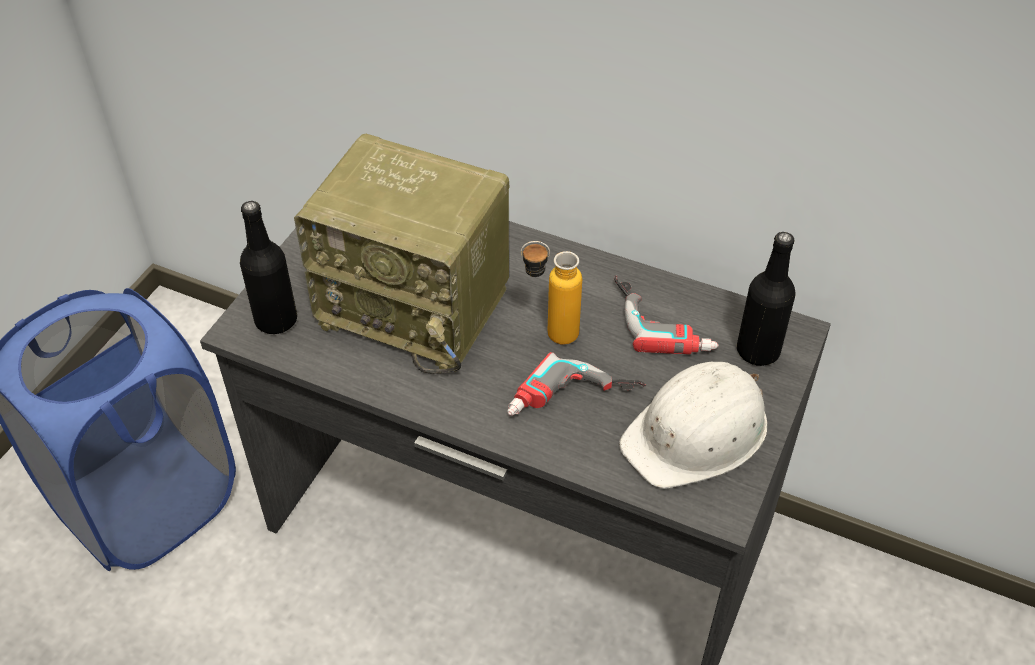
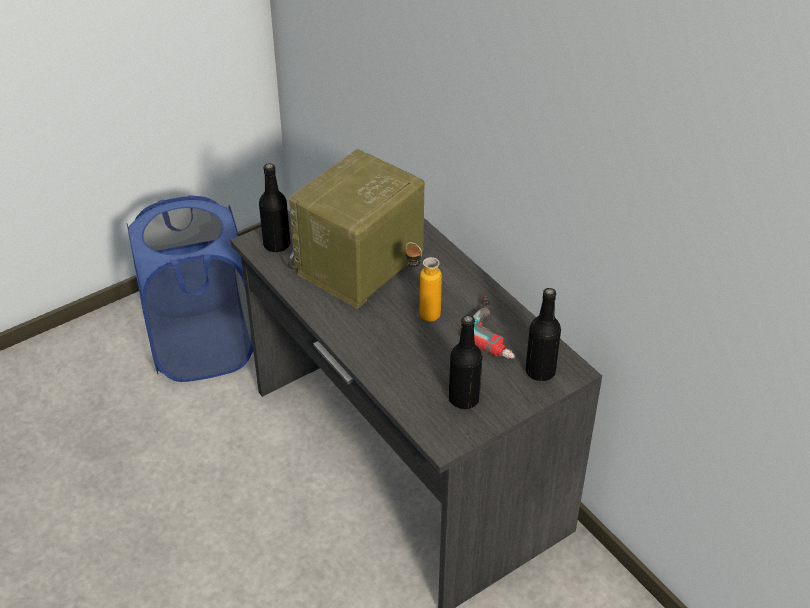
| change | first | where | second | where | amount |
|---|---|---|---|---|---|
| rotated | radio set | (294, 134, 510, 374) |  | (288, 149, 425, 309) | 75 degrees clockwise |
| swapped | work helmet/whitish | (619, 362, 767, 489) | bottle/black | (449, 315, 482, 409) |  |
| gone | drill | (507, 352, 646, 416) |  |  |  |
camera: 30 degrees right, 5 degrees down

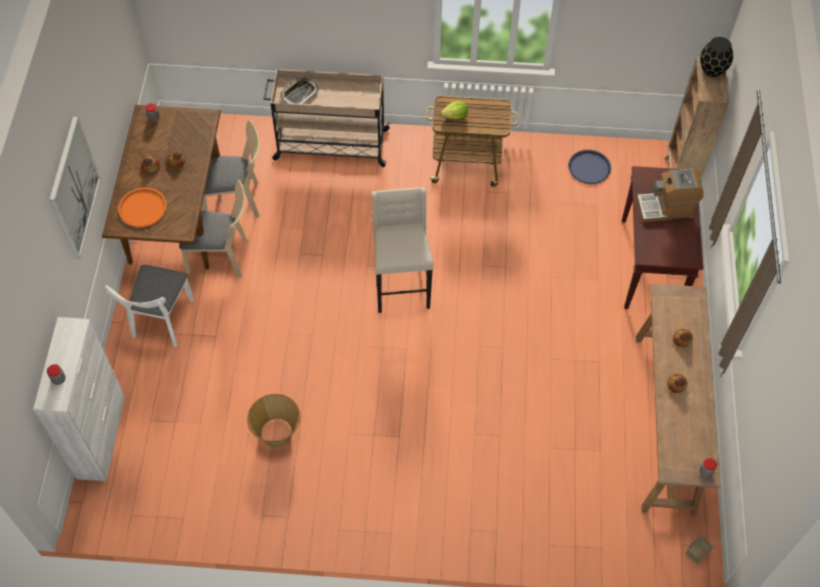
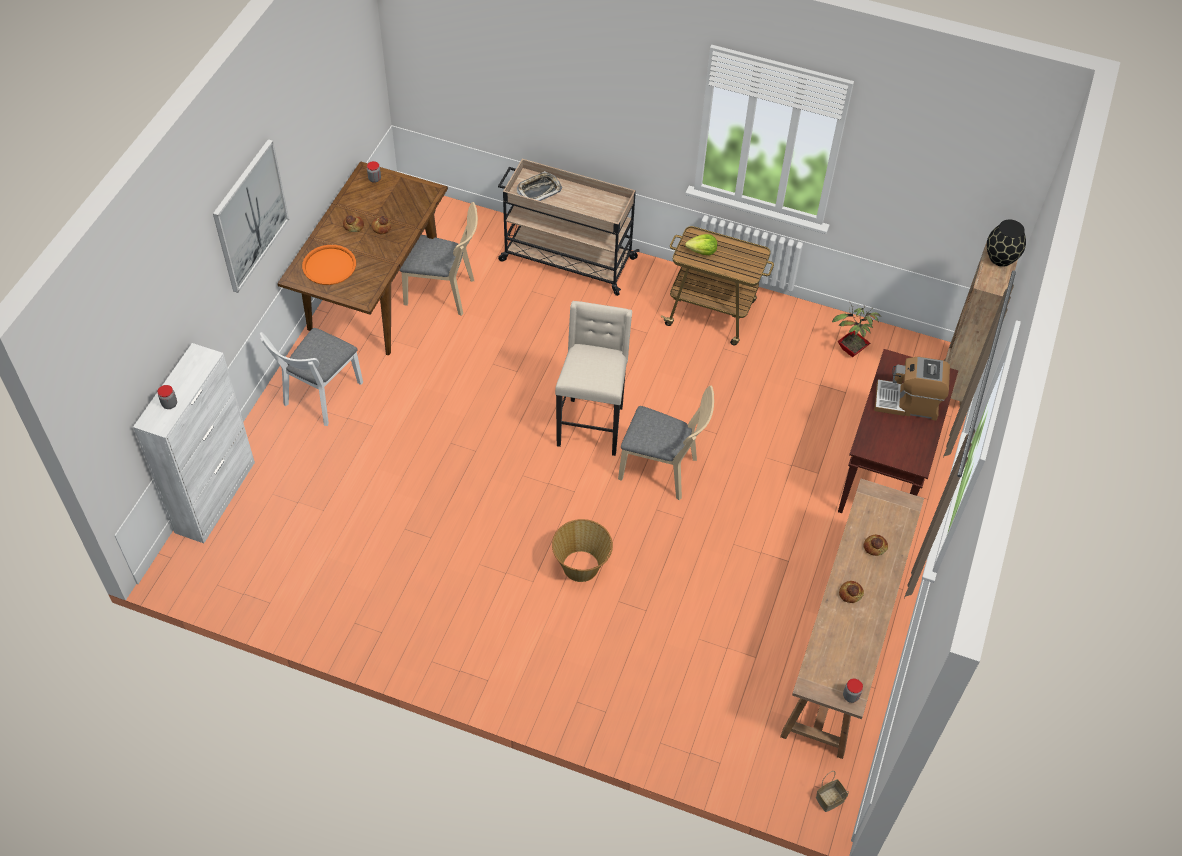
| change | first | where | second | where | amount |
|---|---|---|---|---|---|
| shifted | household basket | (247, 394, 301, 447) |  | (552, 519, 613, 582) |  |
| shifted | chair/beige | (179, 180, 248, 278) |  | (618, 386, 714, 500) |  |
| swapped | carrying tray/blue-coloured | (568, 150, 611, 184) | potted plant | (832, 303, 881, 357) |  |
camera: 15 degrees right, 5 degrees down

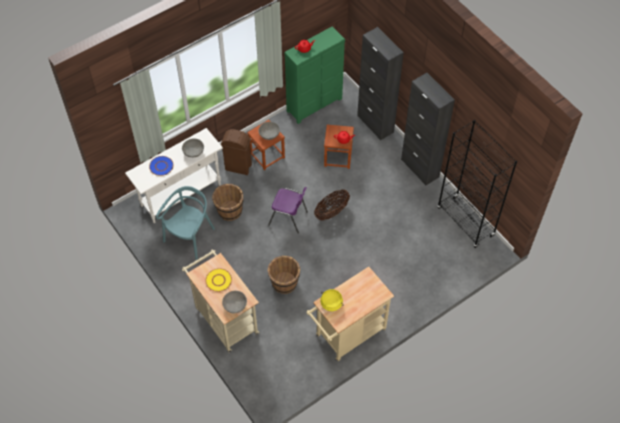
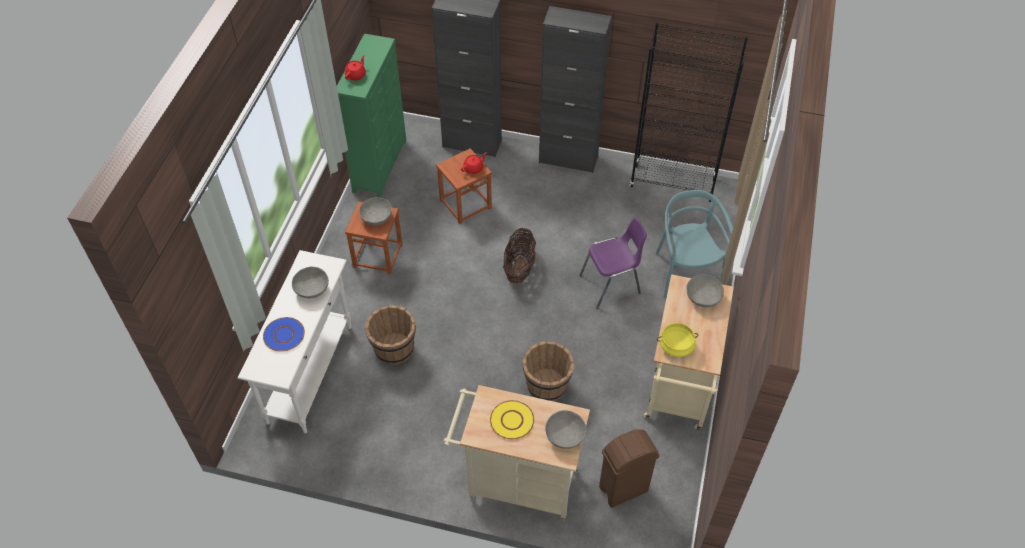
| change | first | where | second | where | amount |
|---|---|---|---|---|---|
| shifted | chair/purple | (268, 187, 308, 234) |  | (579, 217, 647, 309) |  |
| shifted | rubbish bin/brownish | (221, 129, 252, 175) |  | (599, 429, 660, 508) |  |
| shifted | chair/turquoise | (156, 186, 215, 260) |  | (656, 190, 733, 299) |  |
| new |  |  | deep dish/greyish | (686, 275, 724, 307) |  |
camera: 40 degrees left, 5 degrees down

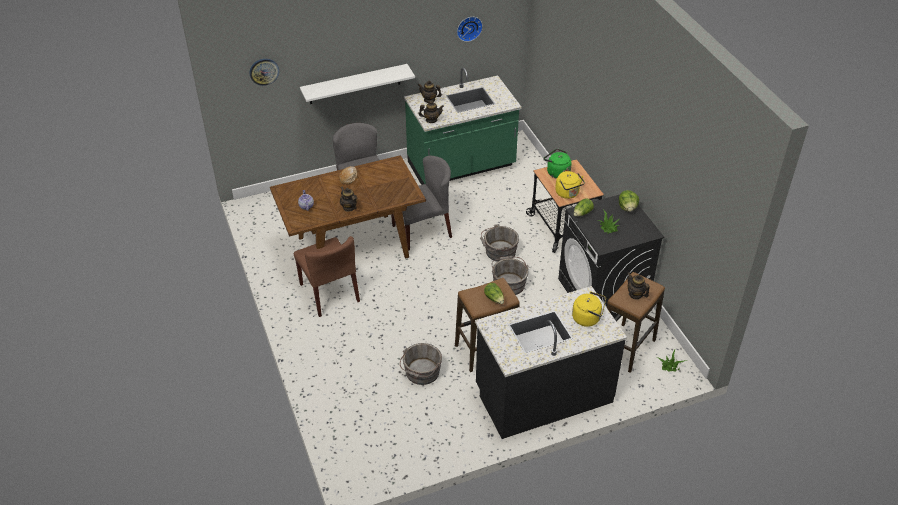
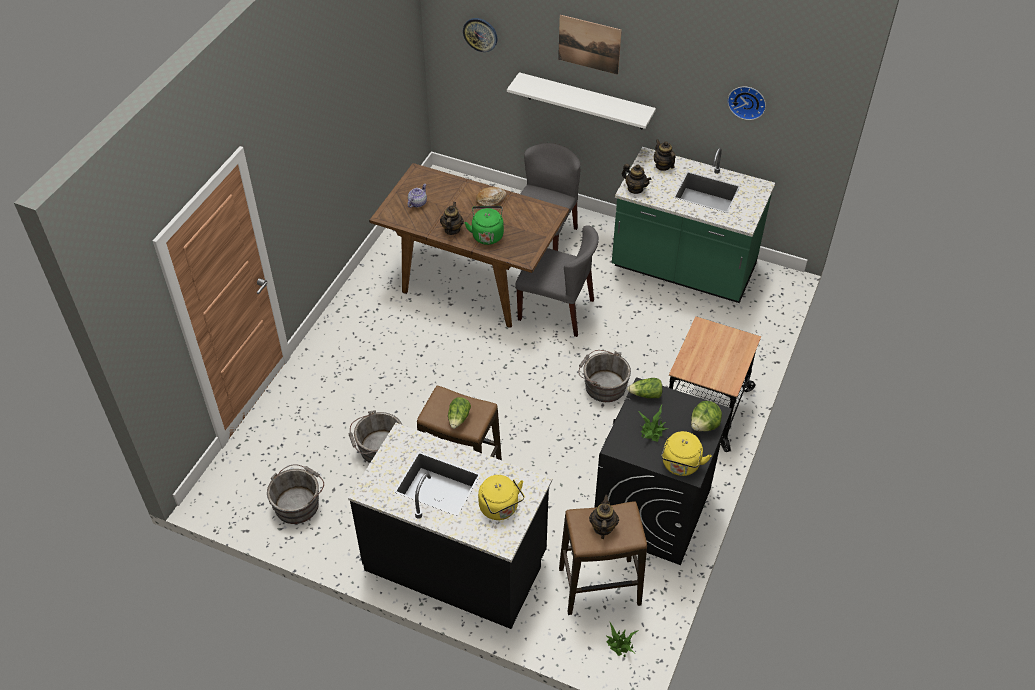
| change | first | where | second | where | amount |
|---|---|---|---|---|---|
| shifted | water bucket/greyish | (492, 256, 529, 295) |  | (267, 464, 324, 524) |  |
| shifted | water kettle/green-coloured | (543, 149, 572, 179) |  | (465, 206, 504, 245) |  |
| new |  |  | wall art | (558, 15, 622, 75) |  |
| shifted | water kettle/yellow-coloured | (555, 171, 585, 199) |  | (661, 431, 712, 476) |  |
| gone | chair/brownish | (294, 236, 360, 317) |  |  |  |
camera: 45 degrees right, 5 degrees up

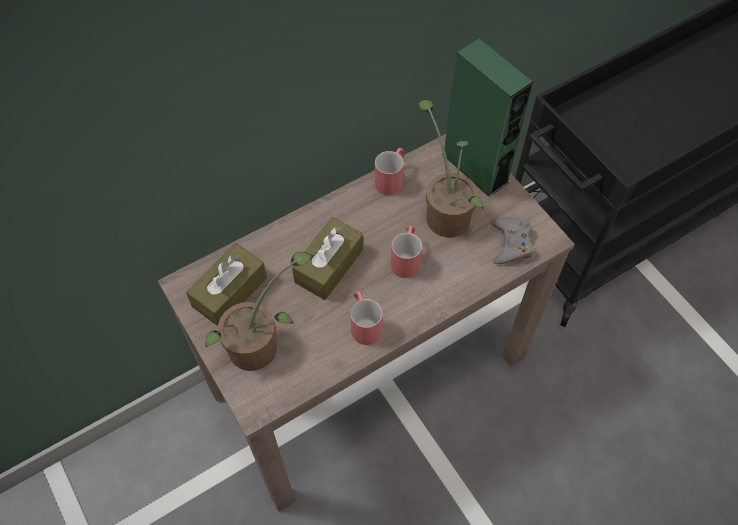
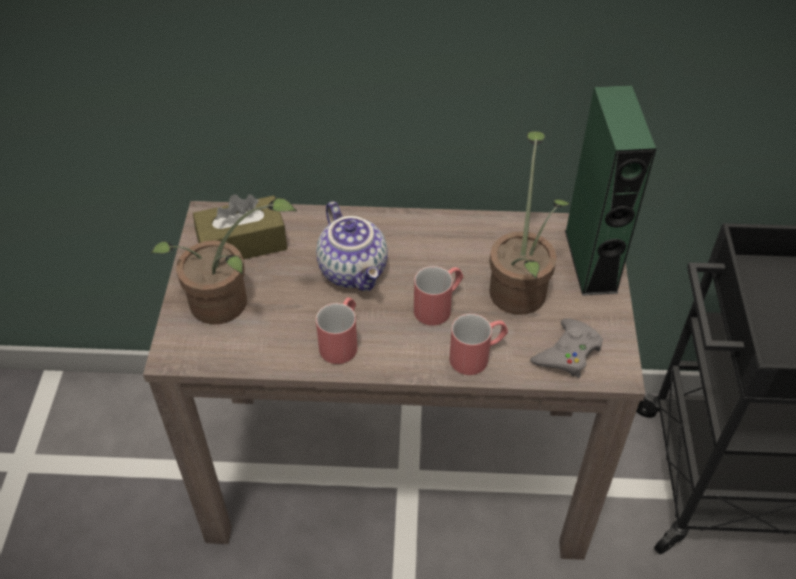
| change | first | where | second | where | amount |
|---|---|---|---|---|---|
| swapped | tissue holder/brownish | (292, 217, 363, 300) | tea pot | (316, 201, 388, 291) |  |
| shifted | tea mug/reddish | (375, 148, 405, 195) |  | (449, 314, 508, 375) |  |
camera: 35 degrees right, 10 degrees down

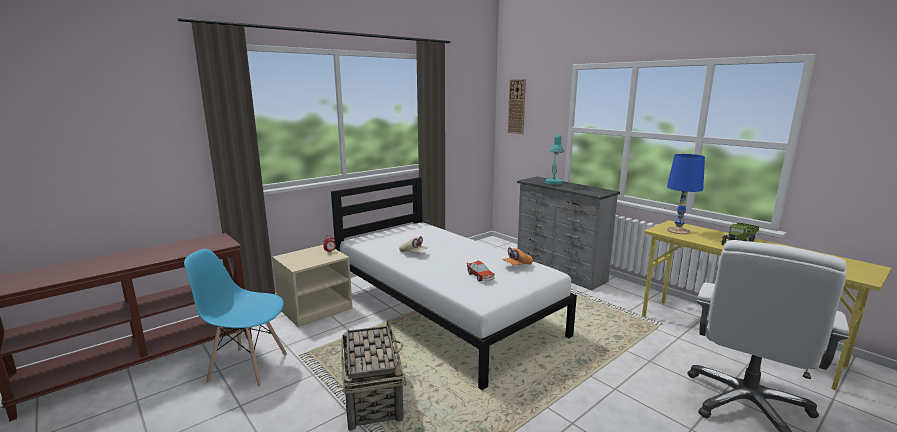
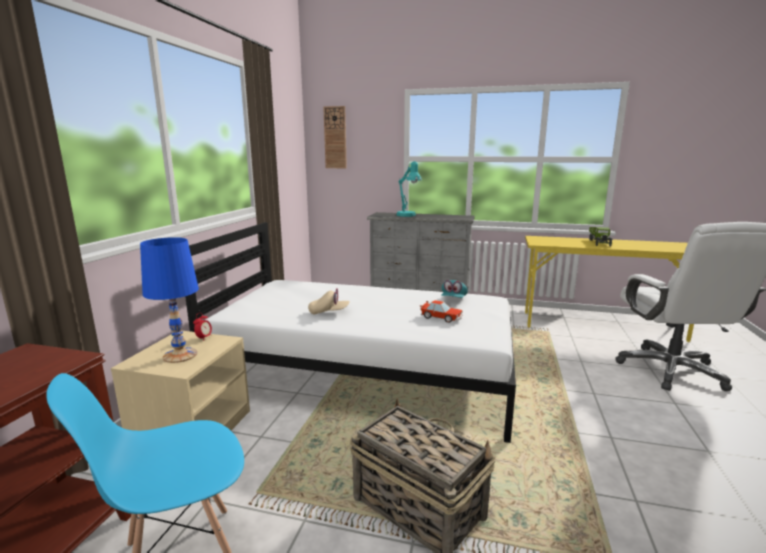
| change | first | where | second | where | amount |
|---|---|---|---|---|---|
| shifted | table lamp/blue-coloured | (667, 154, 705, 234) |  | (140, 237, 199, 363) |  |
| repainted | baseball cap/orangey | (502, 247, 533, 265) | baseball cap/turquoise | (441, 280, 468, 298) |  |
camera: 35 degrees left, 0 degrees up

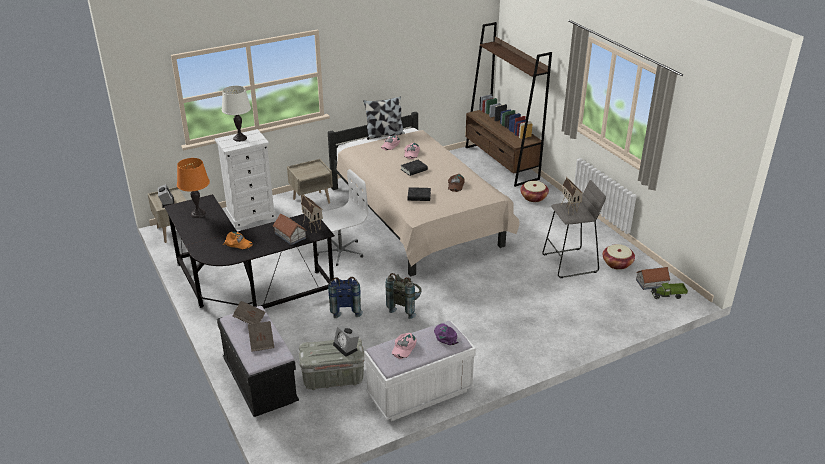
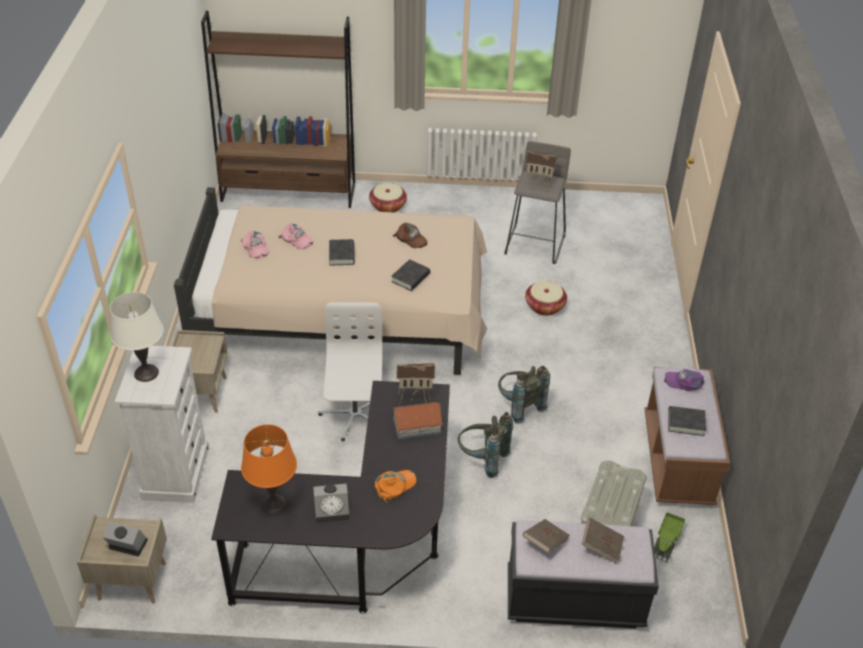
| change | first | where | second | where | amount |
|---|---|---|---|---|---|
| shifted | alarm clock | (333, 325, 359, 357) |  | (313, 484, 349, 523) |  |
| repainted | rucksack/blue-coloured | (328, 277, 363, 318) | rucksack/greyish | (457, 412, 513, 478) |  |
| shifted | household basket | (603, 244, 635, 270) |  | (525, 281, 567, 316) |  |
| repainted | indoor bench/whitish | (364, 321, 476, 421) | indoor bench/brownish | (645, 367, 730, 505) |  |
| shifted | toy truck | (651, 283, 688, 299) |  | (654, 512, 685, 562) |  |
| swapped | baseball cap/pink-coloured | (392, 333, 417, 359) | volume/black | (668, 406, 706, 436) |  |
| gone | cushion | (363, 96, 405, 140) |  |  |  |
| gone | model house | (636, 267, 671, 290) |  |  |  |
camera: 60 degrees left, 10 degrees up

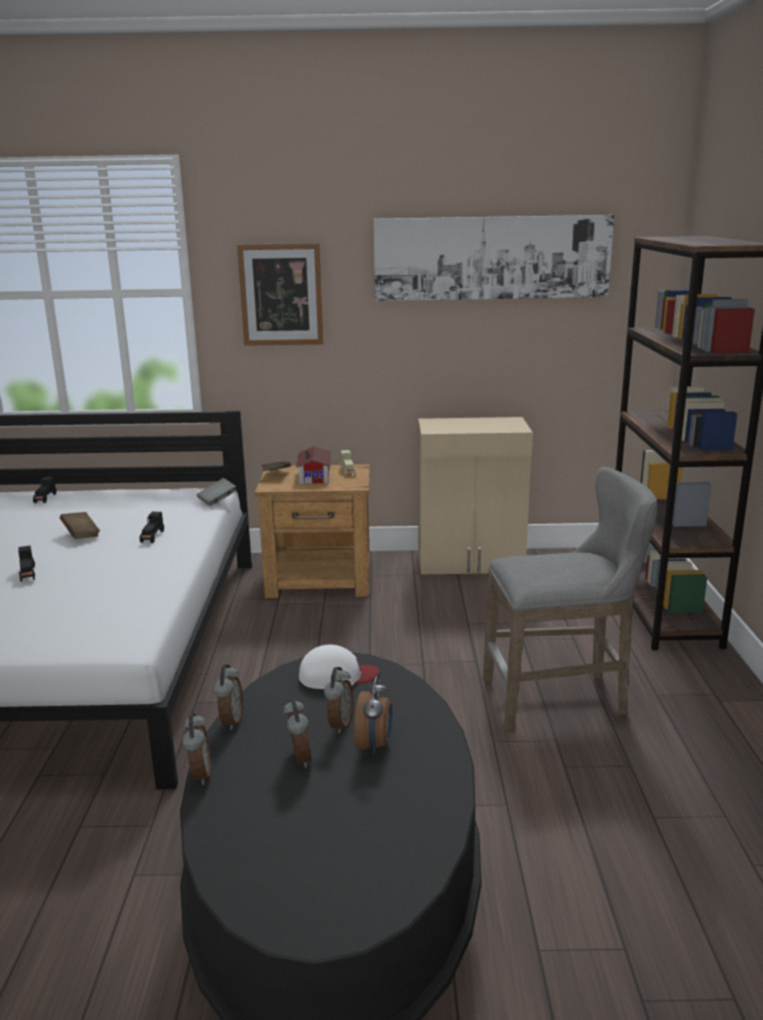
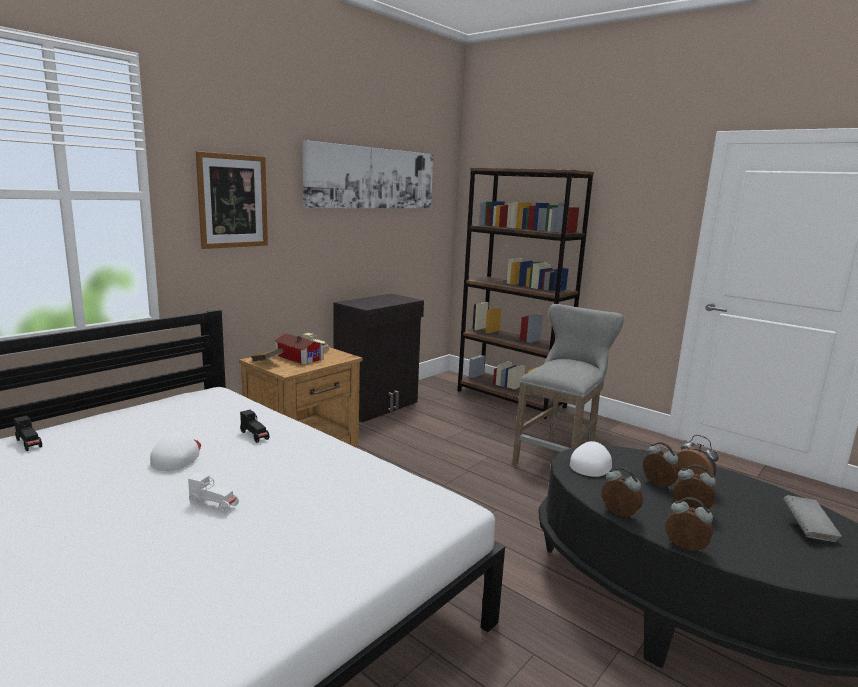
| change | first | where | second | where | amount |
|---|---|---|---|---|---|
| swapped | volume/brownish | (60, 512, 100, 539) | baseball cap/whitish | (150, 432, 201, 471) |  |
| repainted | miniature car/black | (18, 545, 35, 582) | miniature car/whitish | (188, 473, 239, 513) |  |
| repainted | cupboard/beige | (418, 417, 533, 574) | cupboard/black | (333, 294, 424, 423) |  |
| shifted | volume/greyish | (197, 478, 237, 506) |  | (783, 495, 842, 542) |  |
camera: 50 degrees left, 5 degrees down

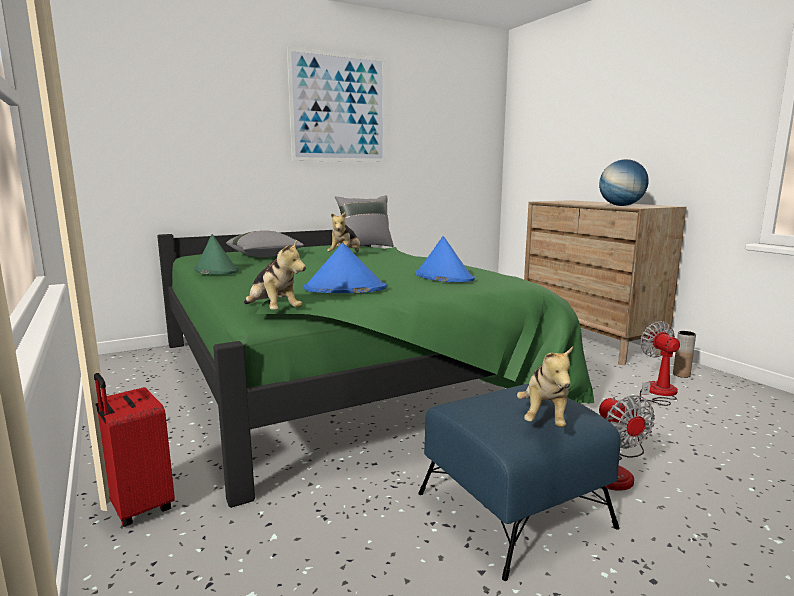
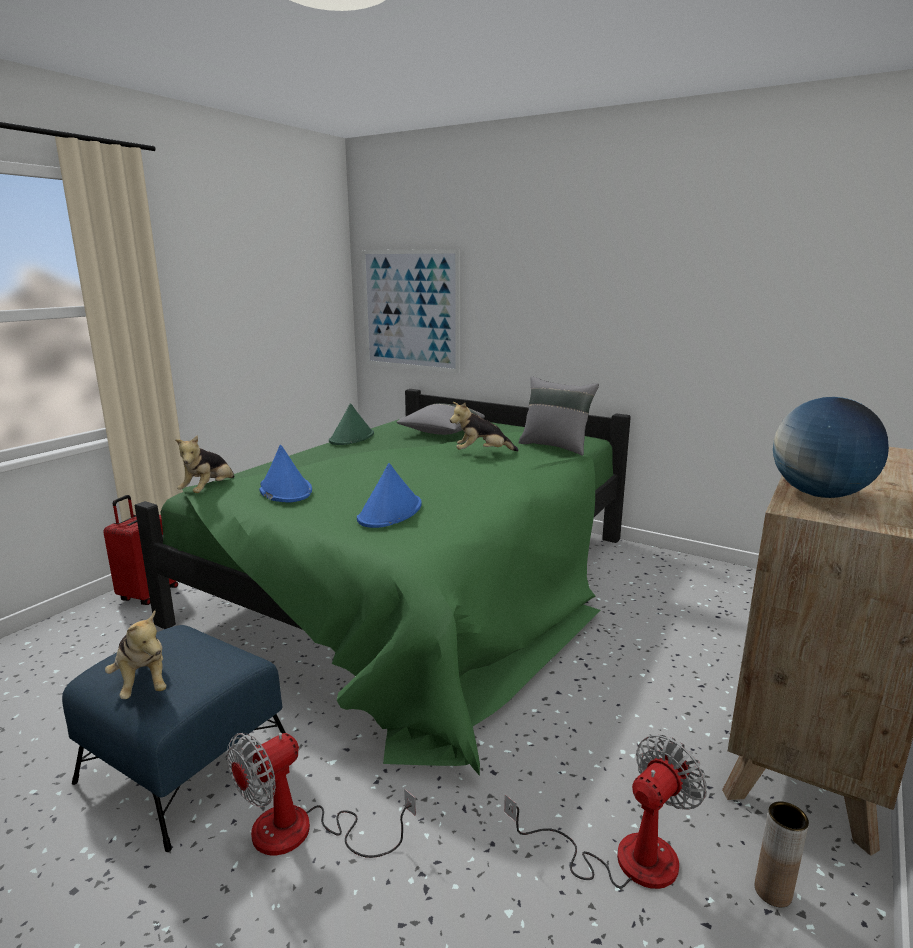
| change | first | where | second | where | amount |
|---|---|---|---|---|---|
| rotated | soft toy | (517, 346, 573, 427) |  | (105, 610, 167, 699) | 105 degrees counterclockwise |
| shifted | wall art | (287, 47, 386, 162) |  | (362, 249, 460, 373) |  |
camera: 60 degrees right, 5 degrees up

